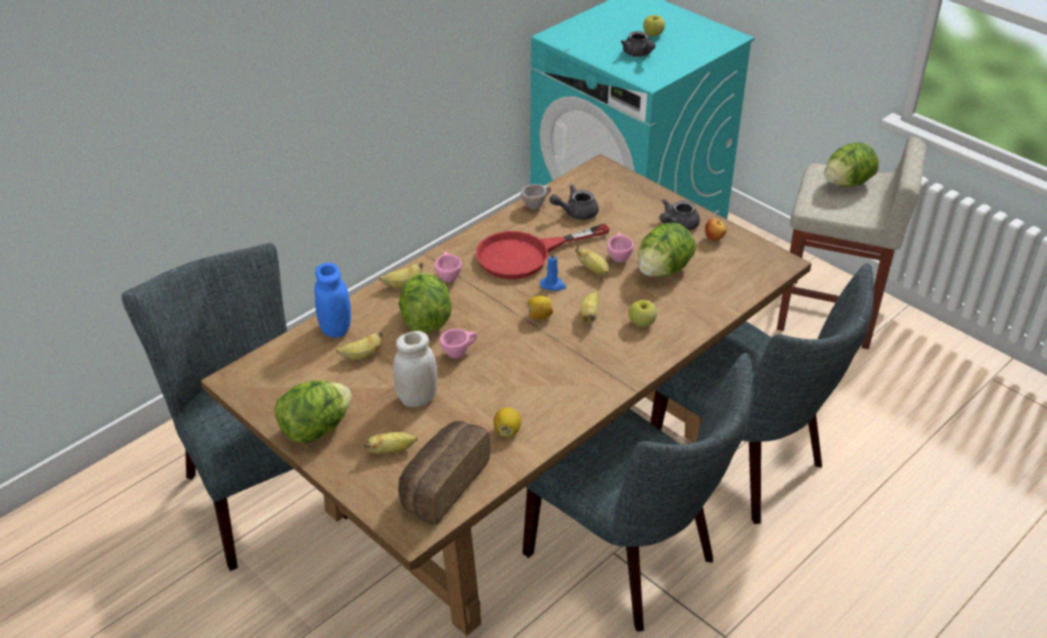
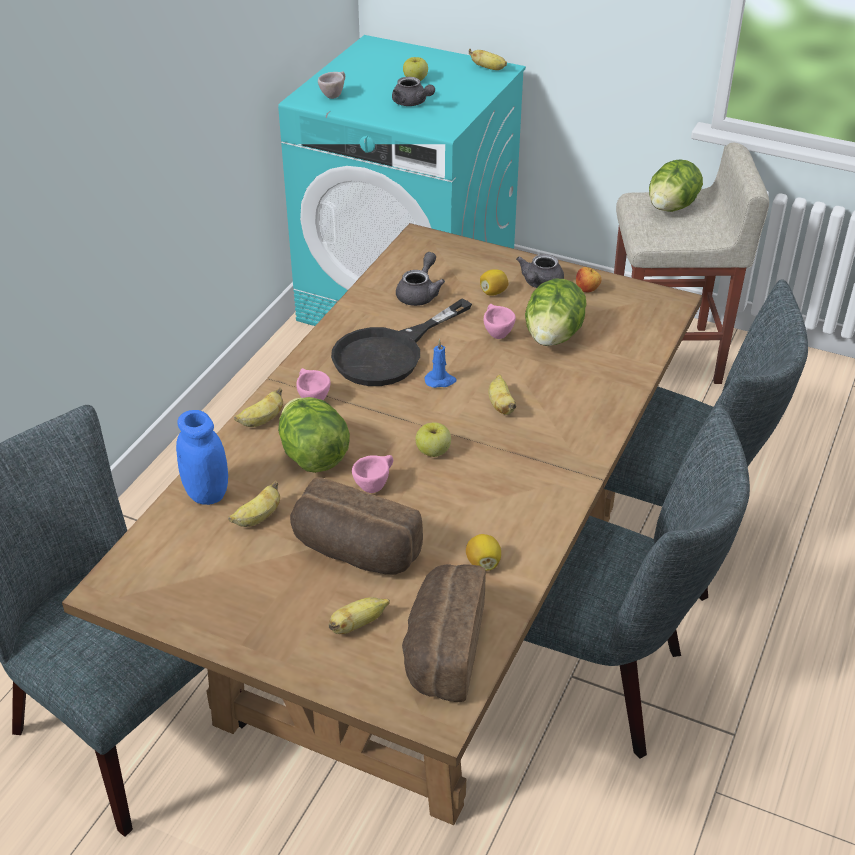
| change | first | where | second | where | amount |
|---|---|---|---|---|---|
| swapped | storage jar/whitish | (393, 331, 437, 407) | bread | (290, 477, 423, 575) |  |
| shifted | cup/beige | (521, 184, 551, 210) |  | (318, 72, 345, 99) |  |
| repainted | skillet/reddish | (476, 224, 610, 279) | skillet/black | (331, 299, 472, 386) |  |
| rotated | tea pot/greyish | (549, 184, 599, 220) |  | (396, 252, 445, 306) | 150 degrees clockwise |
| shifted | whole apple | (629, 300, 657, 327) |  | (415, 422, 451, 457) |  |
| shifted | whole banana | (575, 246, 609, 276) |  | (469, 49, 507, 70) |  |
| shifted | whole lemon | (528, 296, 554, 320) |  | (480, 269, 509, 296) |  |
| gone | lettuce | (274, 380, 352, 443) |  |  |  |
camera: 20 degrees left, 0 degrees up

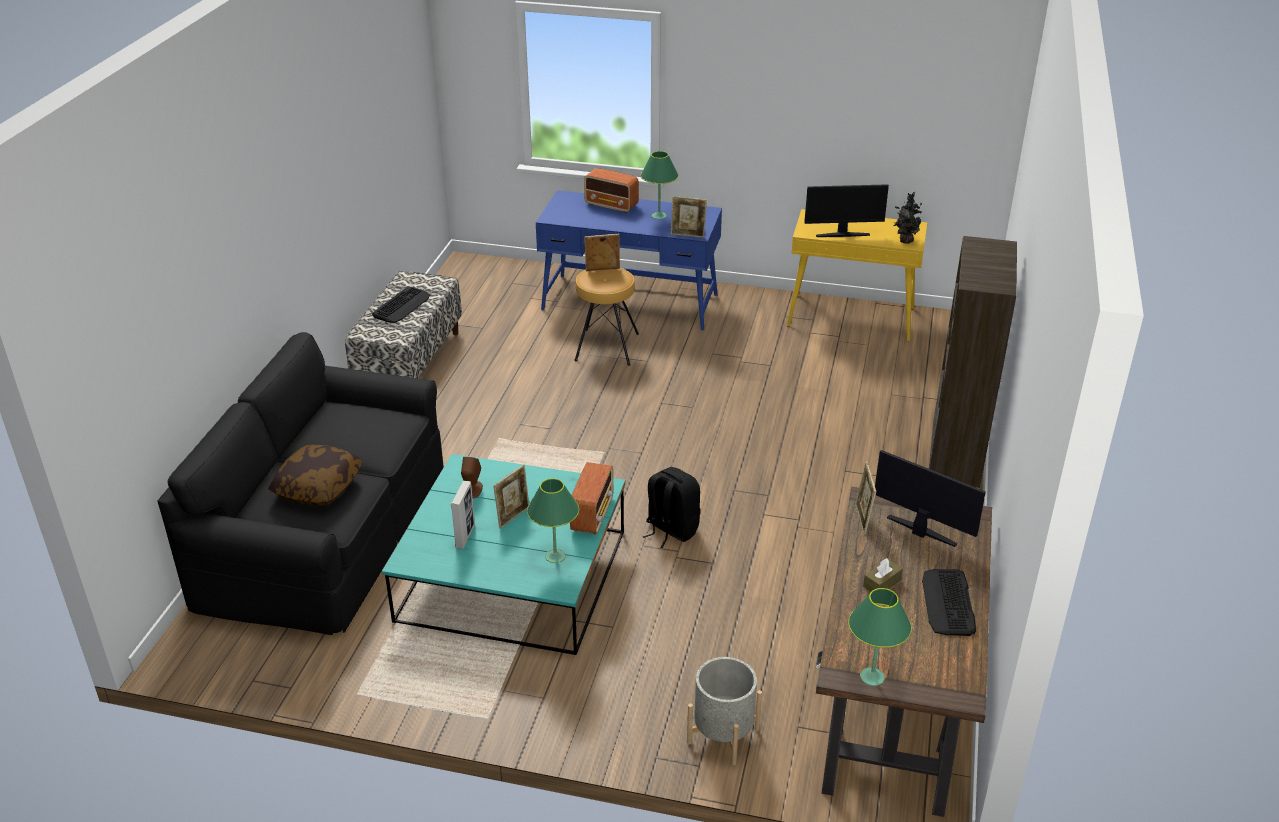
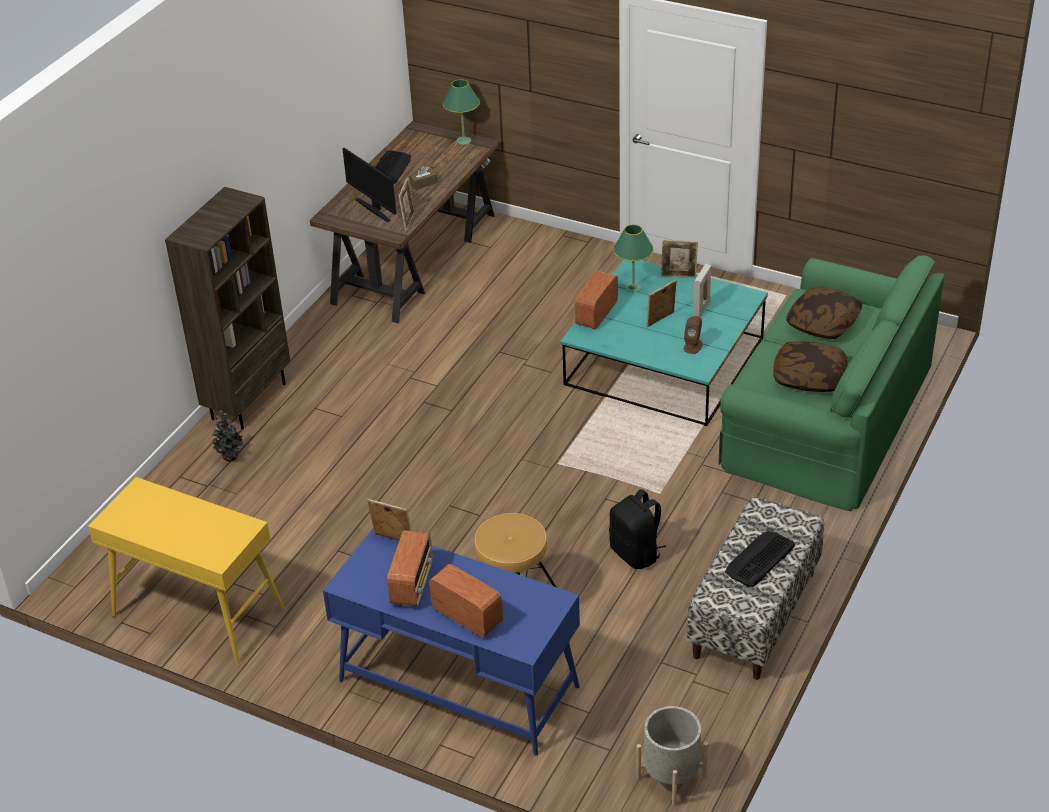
| change | first | where | second | where | amount |
|---|---|---|---|---|---|
| shifted | potted plant | (893, 192, 922, 244) |  | (212, 410, 244, 462) |  |
| swapped | table lamp/green-coloured | (641, 151, 679, 219) | radio set | (387, 530, 433, 607) |  |
| shifted | rucksack/black | (643, 467, 701, 548) |  | (609, 489, 666, 569) |  |
| shifted | planter/greyish | (687, 657, 762, 765) |  | (636, 706, 708, 806) |  |
| shifted | standing frame | (584, 234, 620, 271) |  | (661, 240, 698, 278) |  |
| repainted | settee/black | (157, 332, 444, 635) | settee/green-coloured | (718, 255, 944, 511) |  |
| new |  |  | cushion | (773, 341, 848, 392) |  |
| gone | computer screen | (804, 184, 889, 237) |  |  |  |
camera: 165 degrees left, 5 degrees up

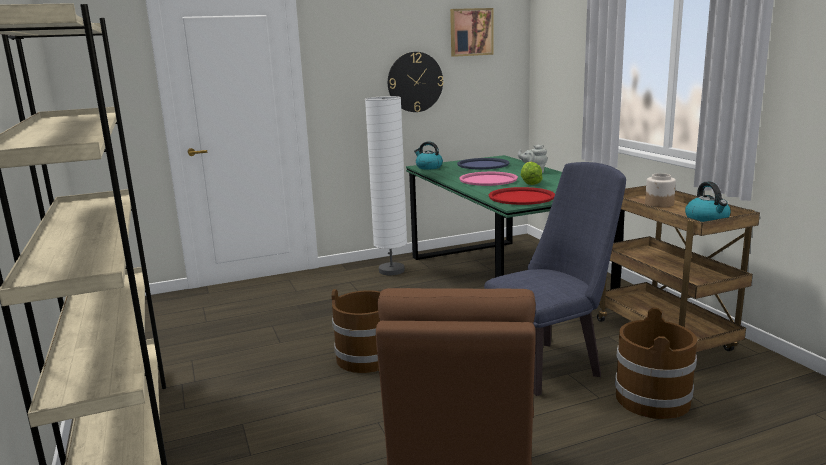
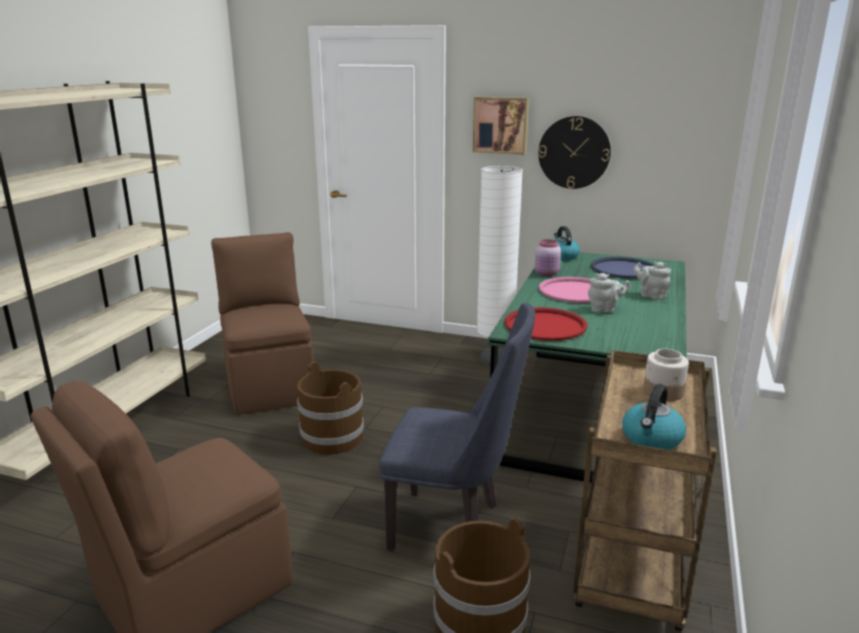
| change | first | where | second | where | amount |
|---|---|---|---|---|---|
| new |  |  | chair/brownish | (211, 232, 314, 415) |  |
| shifted | wall art | (450, 8, 494, 57) |  | (473, 97, 529, 155) |  |
| new |  |  | storage jar/pink-coloured | (535, 239, 561, 276) |  |
| swapped | lettuce | (521, 162, 543, 185) | tea pot/greyish | (588, 273, 631, 313) |  |
camera: 40 degrees right, 5 degrees up

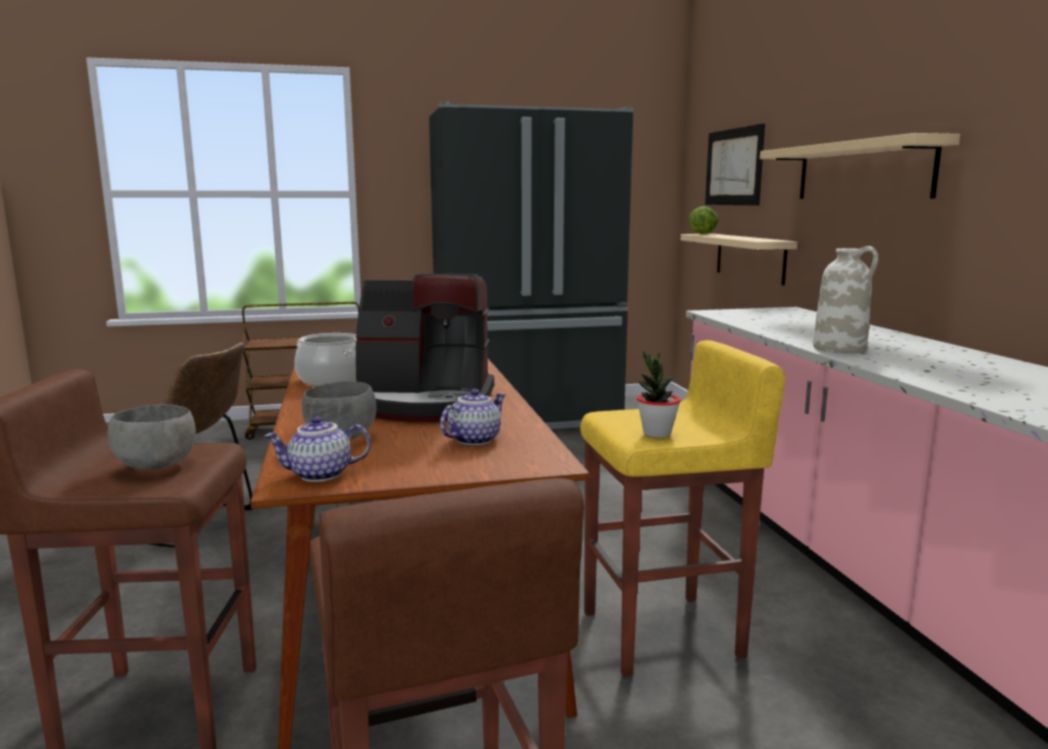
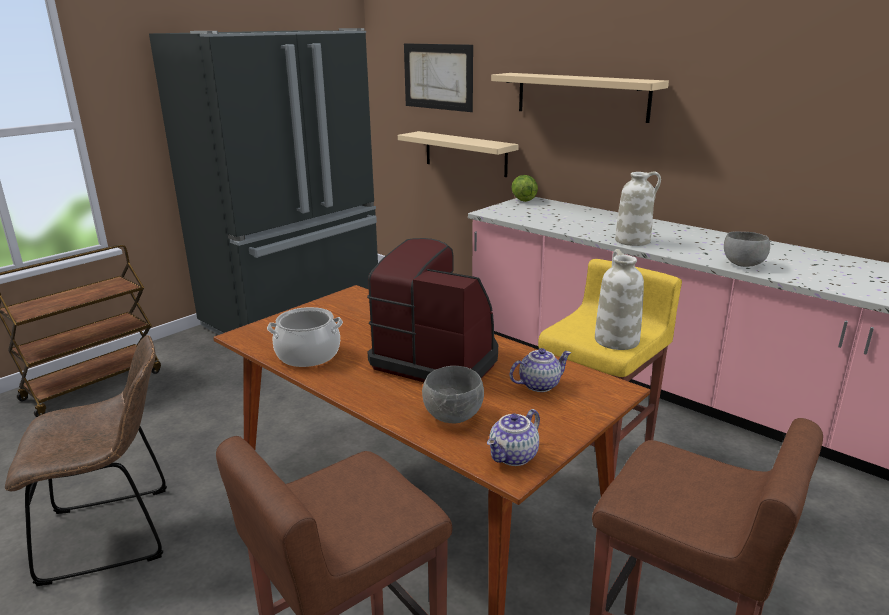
| change | first | where | second | where | amount |
|---|---|---|---|---|---|
| rotated | coffee brewer | (356, 274, 494, 422) |  | (367, 238, 498, 382) | 120 degrees counterclockwise |
| rotated | tea pot | (440, 389, 505, 445) |  | (510, 348, 571, 392) | 60 degrees clockwise |
| shifted | lettuce | (689, 206, 719, 234) |  | (512, 175, 538, 202) |  |
| swapped | potted plant | (637, 350, 681, 438) | flower vase/whitish | (595, 249, 644, 350) |  |
| shifted | deep dish/greyish | (107, 404, 196, 470) |  | (724, 231, 770, 267) |  |
camera: 35 degrees left, 10 degrees up

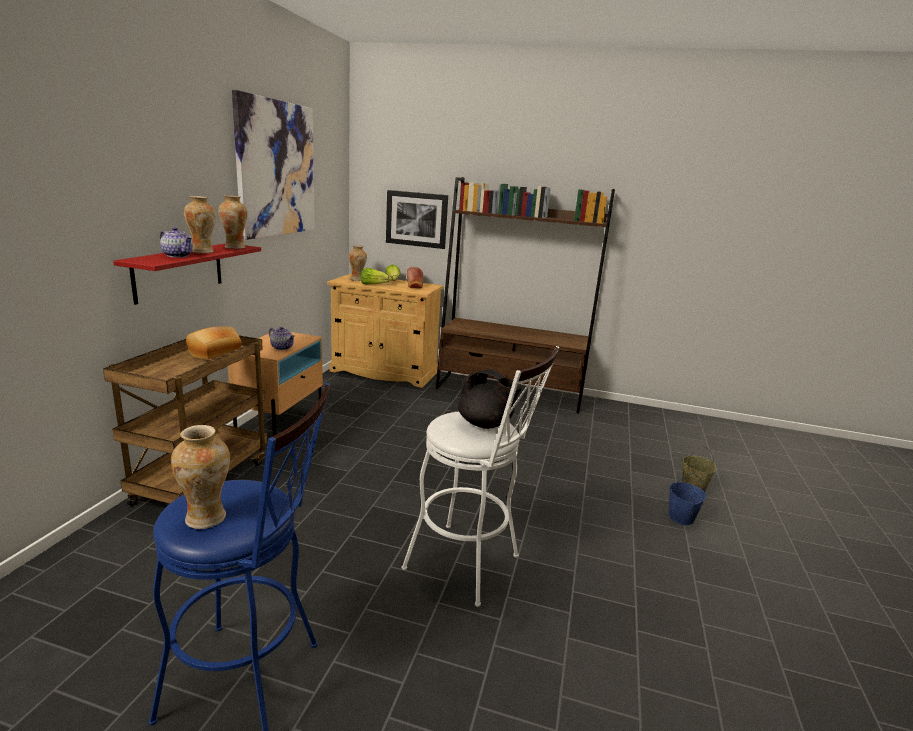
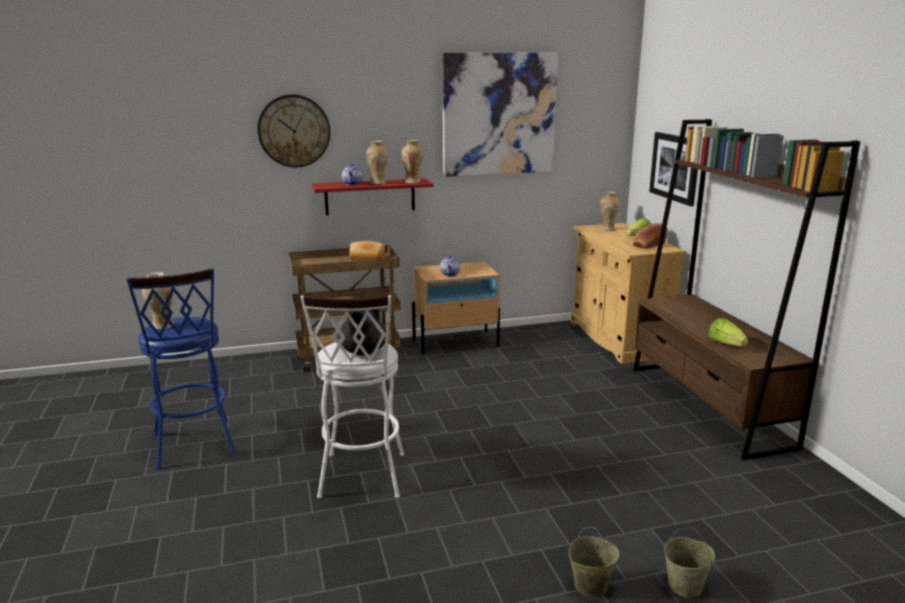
| change | first | where | second | where | amount |
|---|---|---|---|---|---|
| new |  |  | wall clock | (257, 94, 330, 167) |  |
| repainted | water bucket/blue-coloured | (668, 473, 706, 525) | water bucket/beige | (568, 527, 619, 597) |  |
| shifted | lettuce | (361, 268, 390, 285) |  | (708, 318, 748, 346) |  |
camera: 60 degrees right, 0 degrees up

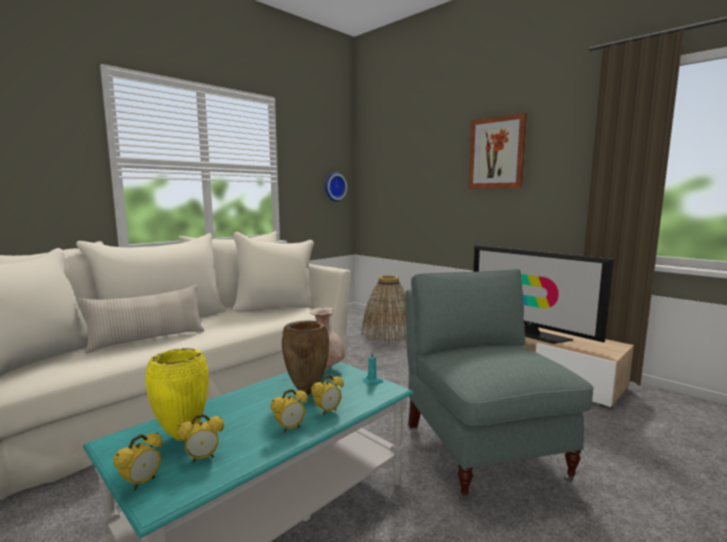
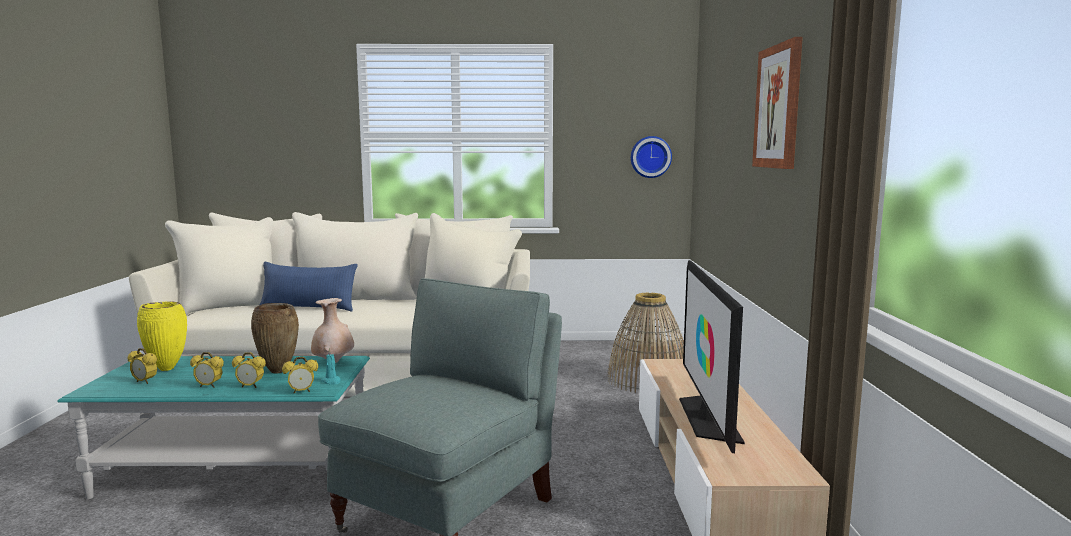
| change | first | where | second | where | amount |
|---|---|---|---|---|---|
| repainted | cushion/beige | (78, 285, 204, 353) | cushion/blue-coloured | (259, 262, 358, 312) |  |
| shifted | alarm clock | (113, 432, 163, 491) |  | (282, 356, 318, 393) |  |
camera: 45 degrees right, 0 degrees up

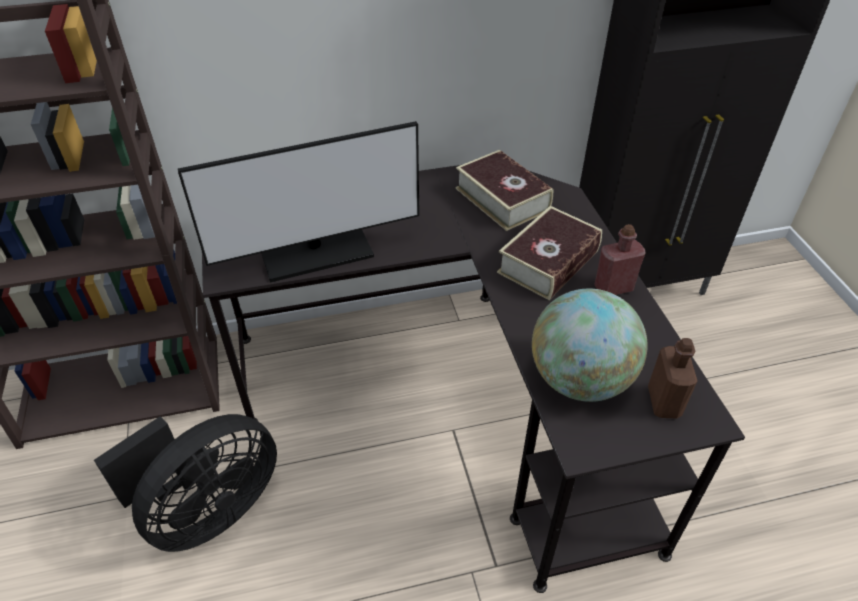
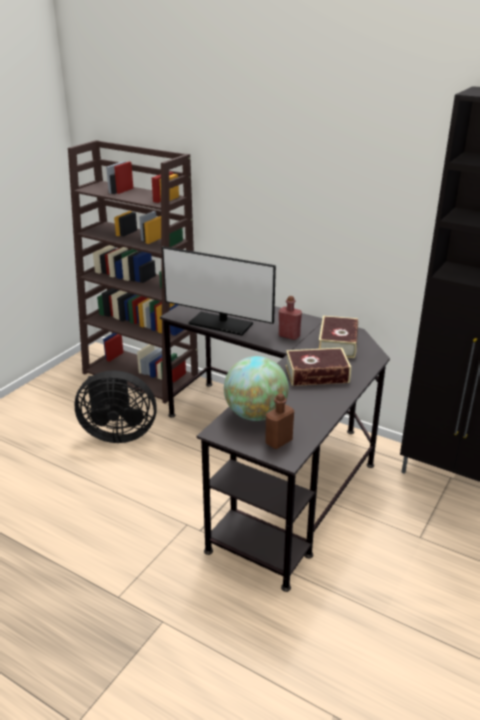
| change | first | where | second | where | amount |
|---|---|---|---|---|---|
| shifted | bottle/reddish | (594, 224, 645, 295) |  | (279, 296, 302, 340) |  |
camera: 45 degrees right, 15 degrees down

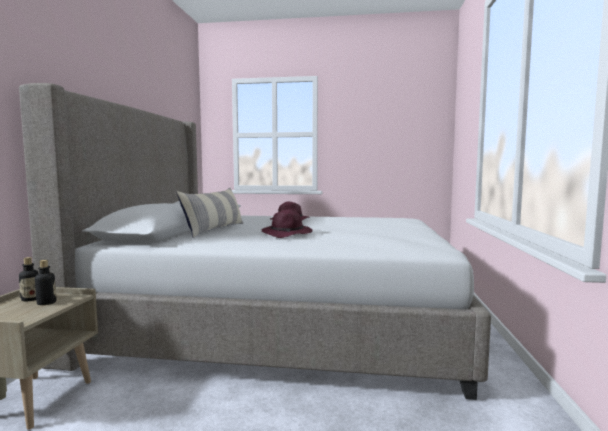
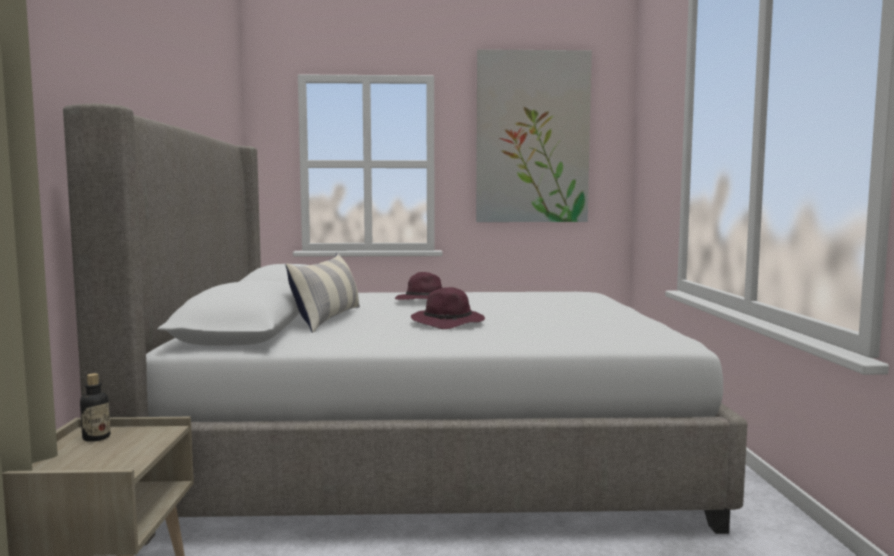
| change | first | where | second | where | amount |
|---|---|---|---|---|---|
| new |  |  | wall art | (476, 49, 592, 222) |  |
| gone | bottle | (35, 260, 56, 305) |  |  |  |
camera: 10 degrees left, 0 degrees up

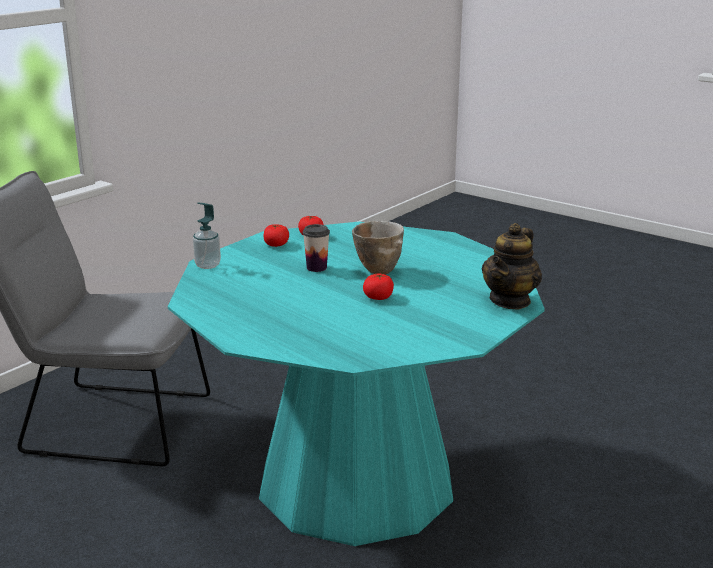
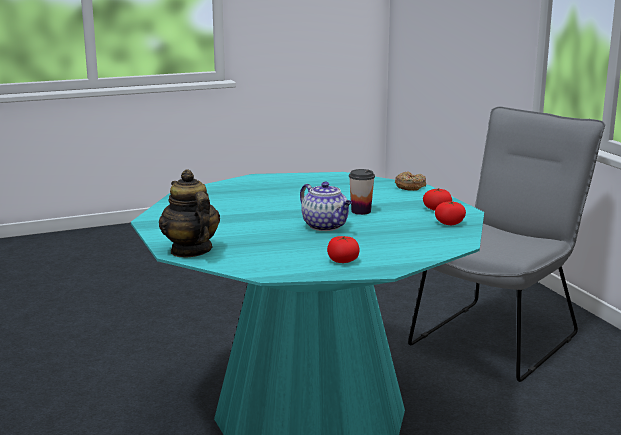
| change | first | where | second | where | amount |
|---|---|---|---|---|---|
| swapped | deep dish | (352, 221, 404, 275) | tea pot | (300, 182, 352, 231) |  |
| shifted | whole tomato | (363, 273, 394, 300) |  | (327, 236, 360, 263) |  |
| swapped | soap dispenser | (193, 203, 221, 269) | ring doughnut | (395, 172, 426, 191) |  |
camera: 120 degrees right, 5 degrees down

